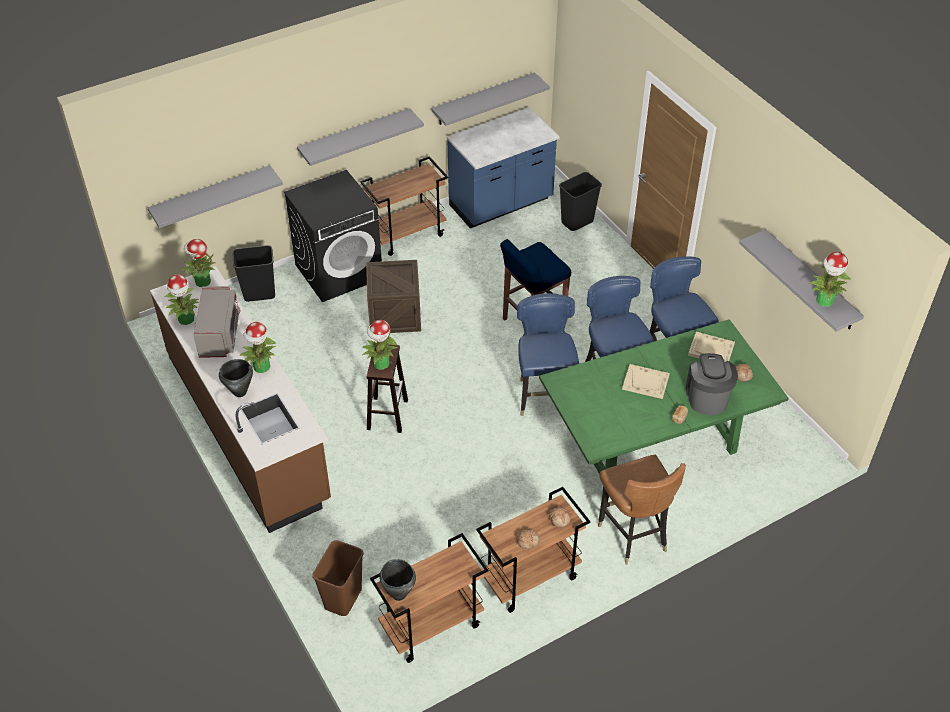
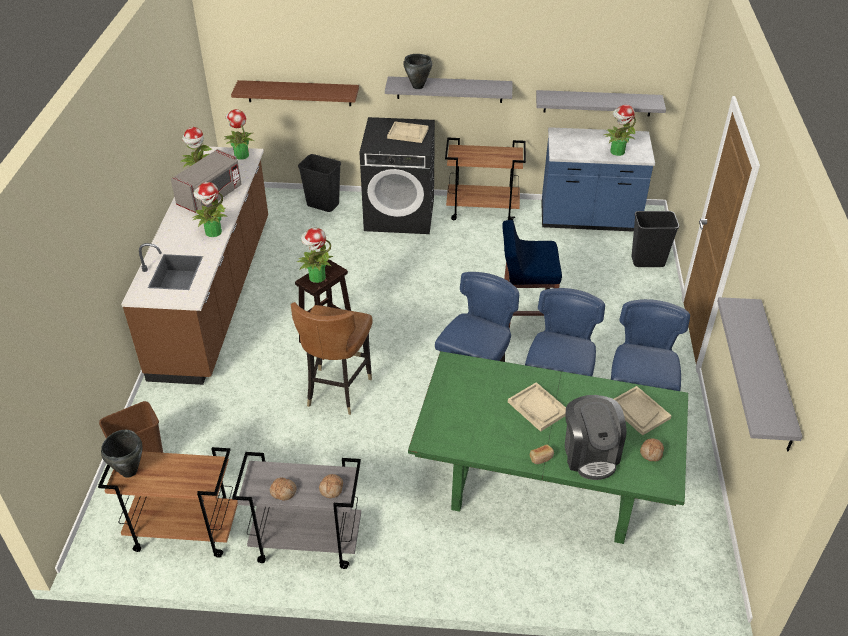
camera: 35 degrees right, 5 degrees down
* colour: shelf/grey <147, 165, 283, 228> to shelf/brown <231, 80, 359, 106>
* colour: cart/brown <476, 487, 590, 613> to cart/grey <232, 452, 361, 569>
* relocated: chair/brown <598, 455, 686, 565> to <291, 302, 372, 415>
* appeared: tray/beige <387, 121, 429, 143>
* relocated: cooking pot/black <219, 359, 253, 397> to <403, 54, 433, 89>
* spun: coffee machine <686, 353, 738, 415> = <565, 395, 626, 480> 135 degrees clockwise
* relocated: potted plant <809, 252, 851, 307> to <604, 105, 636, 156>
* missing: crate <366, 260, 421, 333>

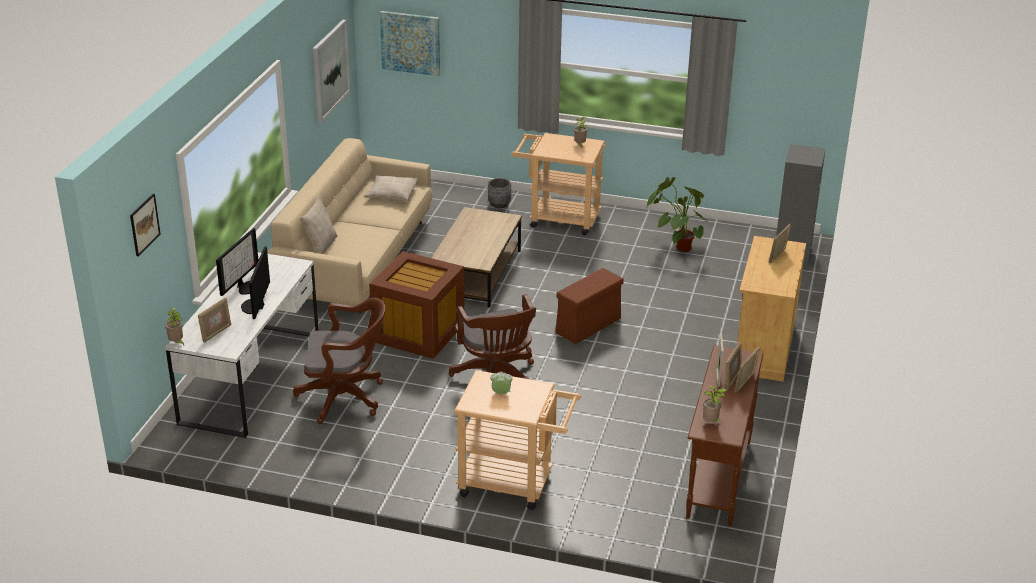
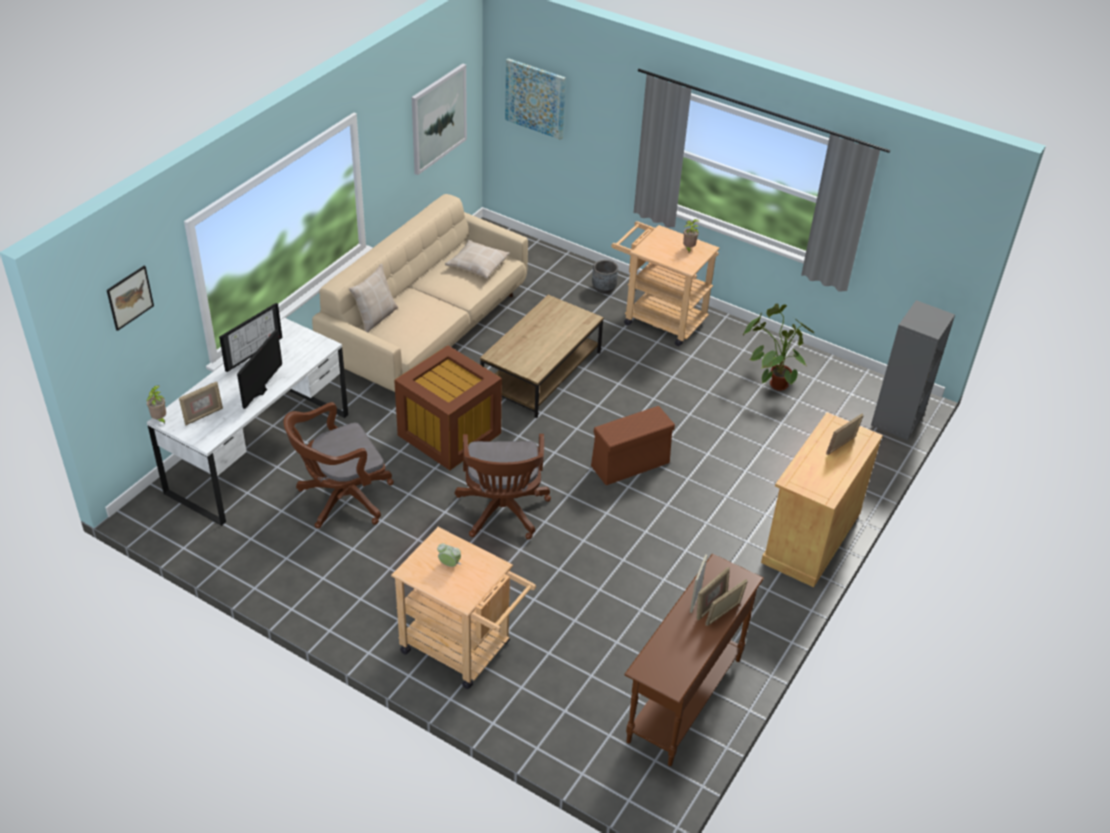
camera: 15 degrees right, 10 degrees up
* spun: office chair/brown <293, 298, 385, 424> = <283, 402, 394, 529> 135 degrees clockwise
* missing: potted plant <703, 386, 727, 422>

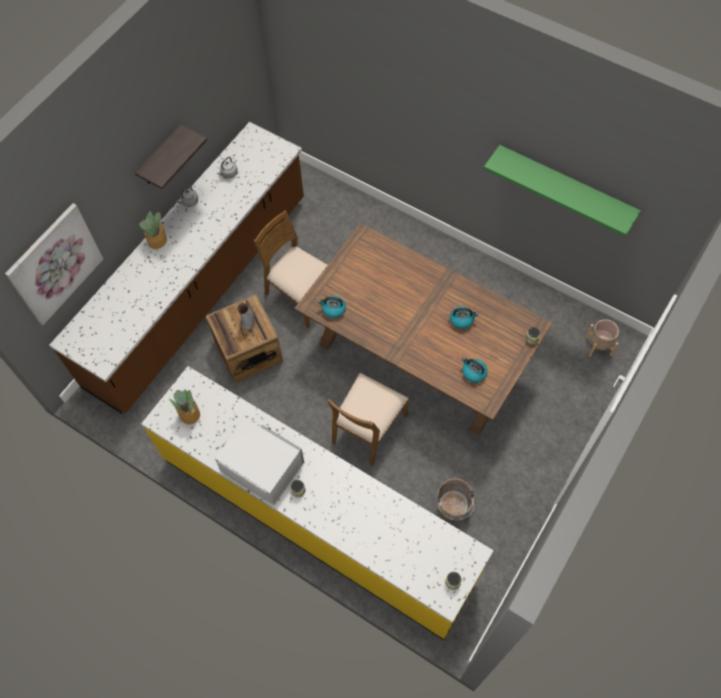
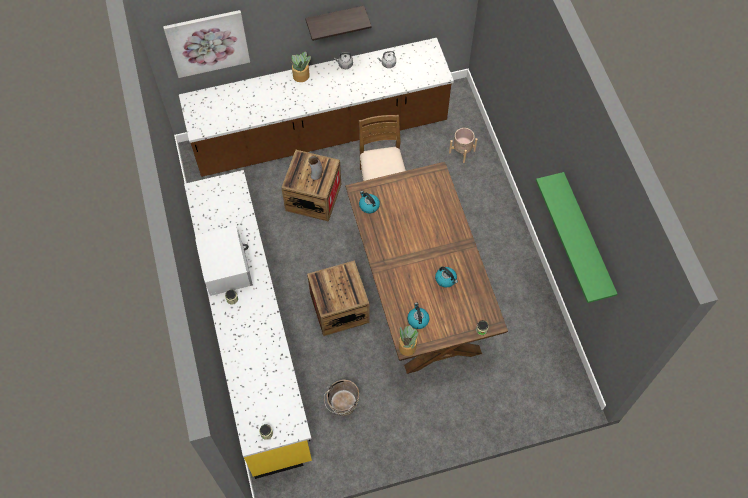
camera: 40 degrees right, 0 degrees up
* exchanged: chair/brown <327, 373, 409, 466> to crate <307, 260, 370, 336>
* relocated: potted plant <169, 390, 200, 424> to <399, 325, 419, 356>
* relocated: planter/beige <586, 319, 619, 357> to <449, 128, 477, 163>

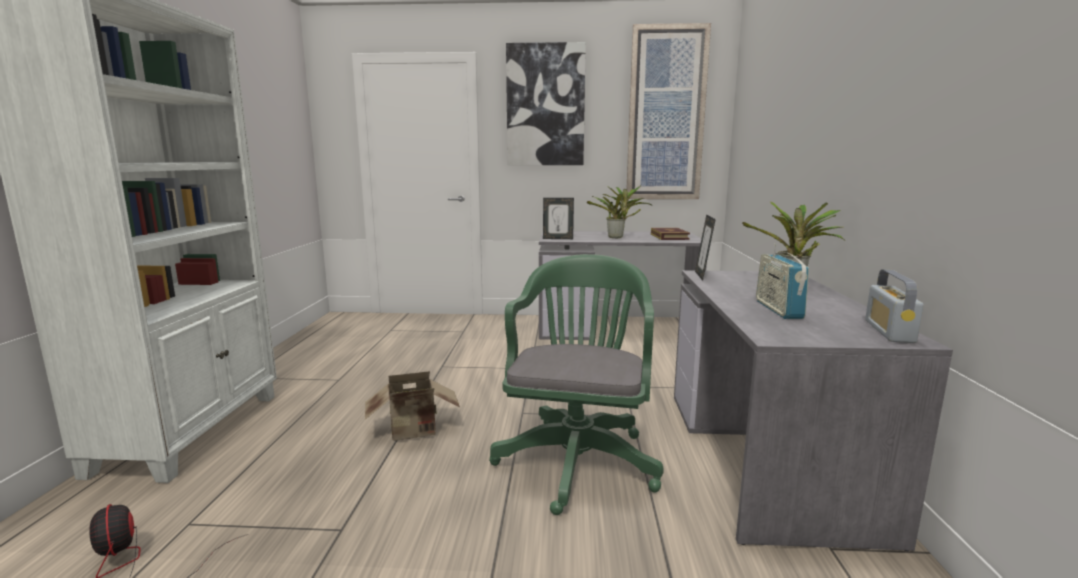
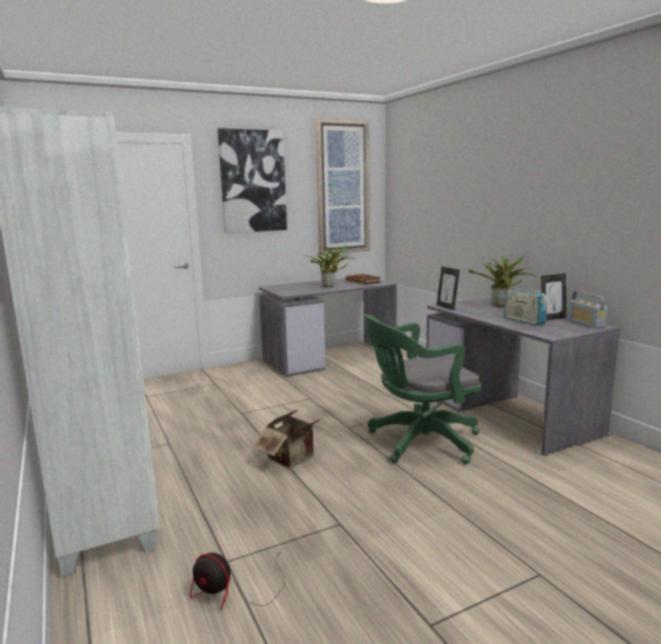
camera: 30 degrees left, 0 degrees up
* spun: office chair/green <489, 254, 664, 515> = <365, 314, 481, 464> 90 degrees counterclockwise
* relocated: picture frame <543, 198, 574, 239> to <541, 273, 567, 321>

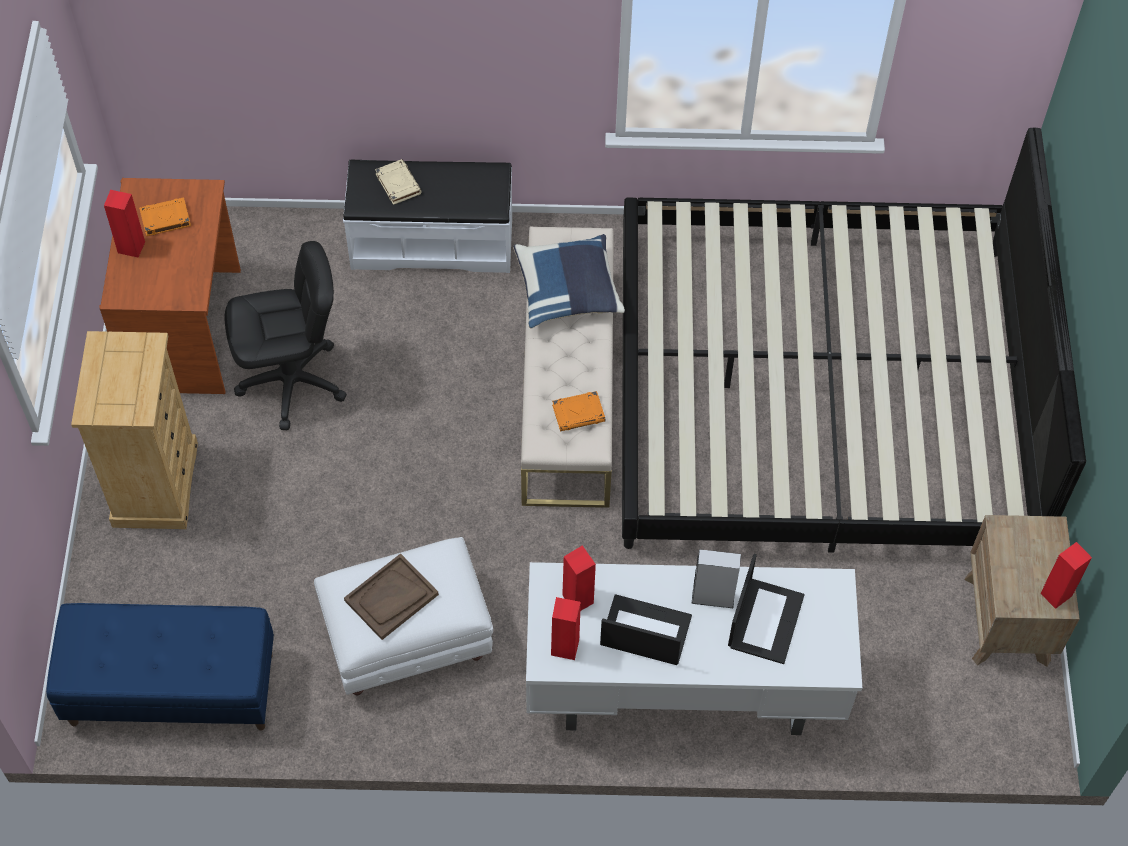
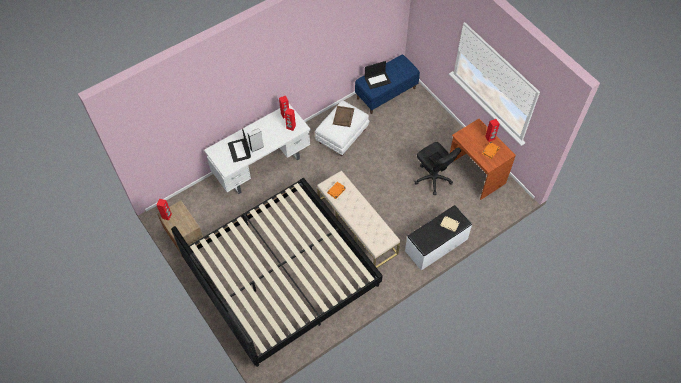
camera: 145 degrees right, 0 degrees up
* relocated: laptop <600, 594, 692, 665> to <365, 61, 391, 89>
* spun: office chair/black <224, 241, 347, 430> = <414, 142, 461, 195> 75 degrees counterclockwise
* missing: dresser/beige <71, 331, 198, 529>
* missing: pillow/blue <513, 234, 625, 329>

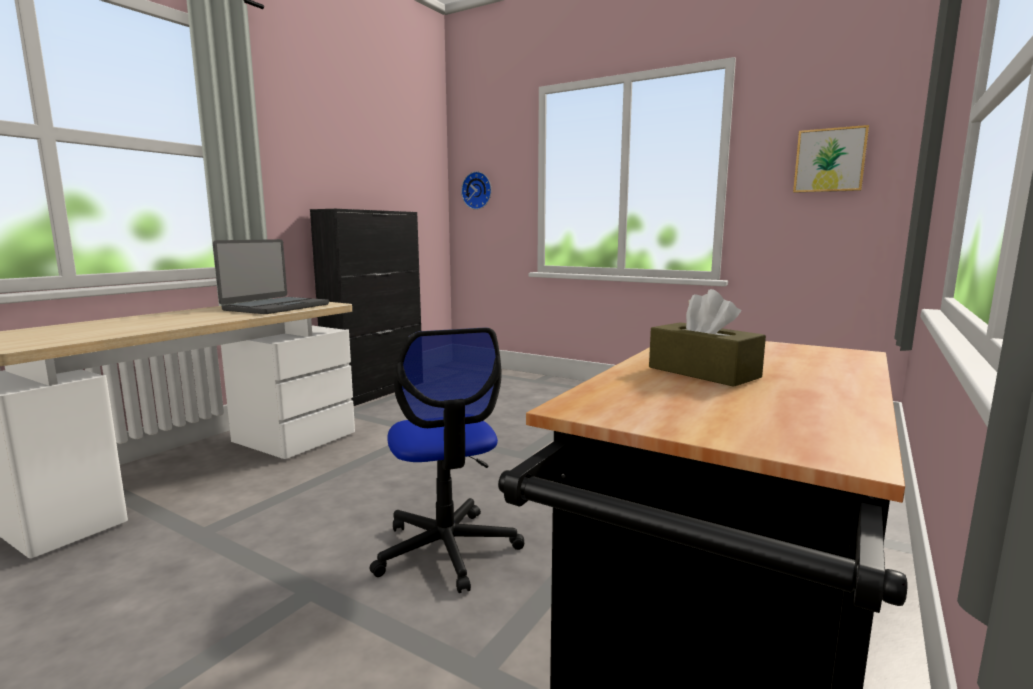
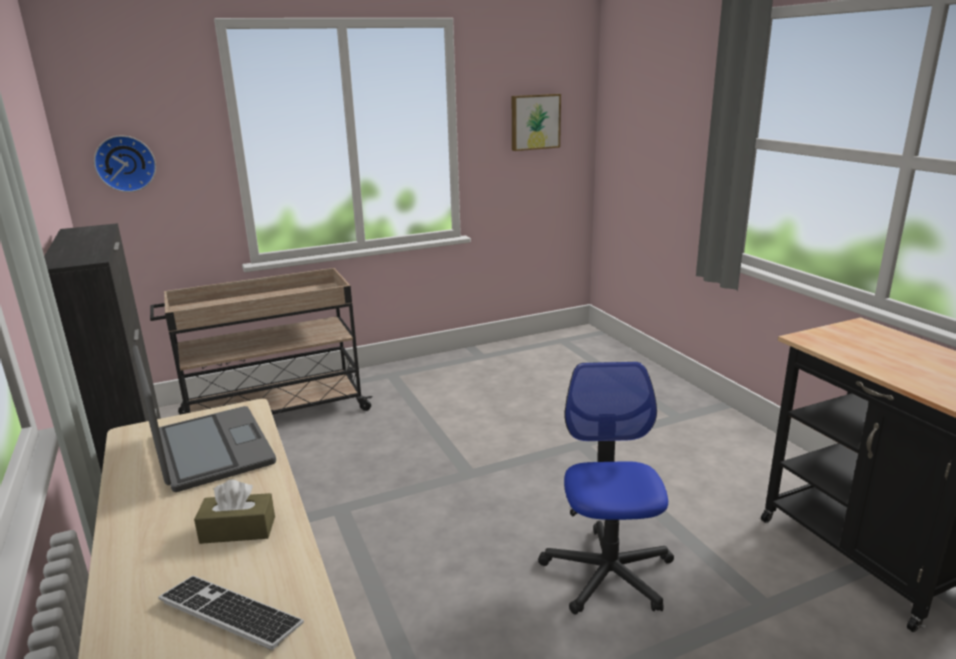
camera: 55 degrees left, 10 degrees up
* appeared: cart/beige <150, 268, 373, 415>
* appeared: keyboard <158, 576, 304, 650>
* relocated: tissue box/brown <649, 289, 766, 387> to <194, 480, 275, 544>
* spun: office chair <369, 328, 524, 593> = <538, 362, 674, 615> 105 degrees counterclockwise

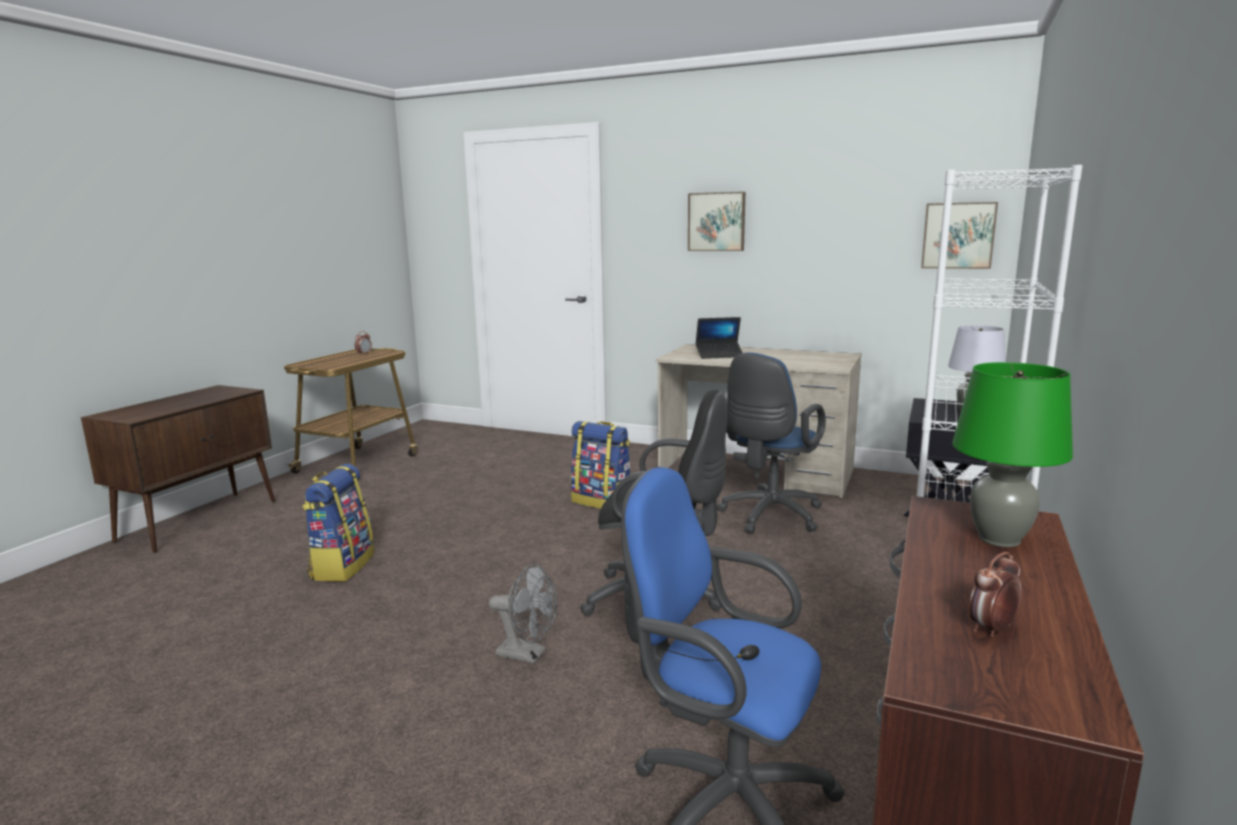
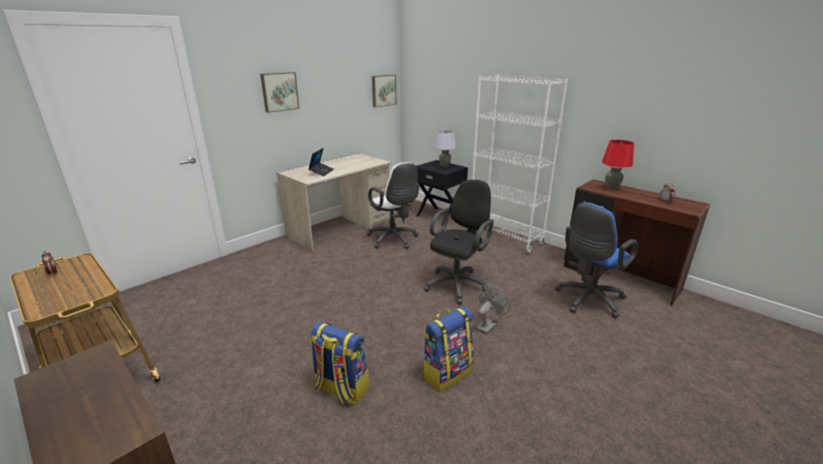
camera: 70 degrees left, 10 degrees up
* colour: office chair/blue <717, 352, 826, 534> to office chair/white <367, 162, 419, 249>
* relocated: backpack <571, 421, 630, 509> to <422, 306, 474, 391>
* colour: table lamp/green <952, 362, 1073, 547> to table lamp/red <602, 140, 634, 190>

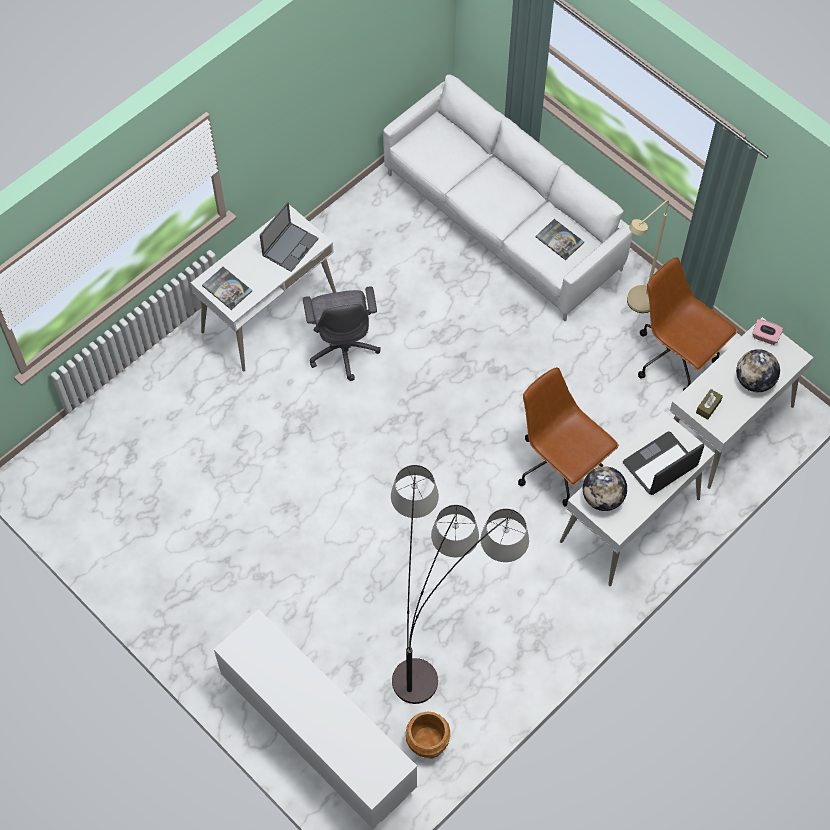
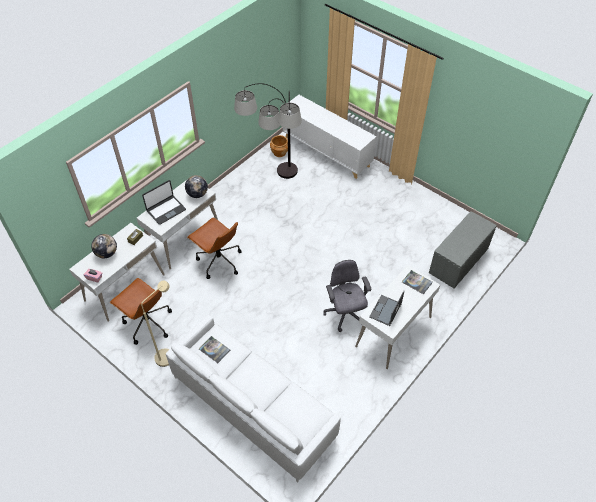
camera: 175 degrees right, 10 degrees down
* appeared: bench/grey <429, 211, 497, 288>

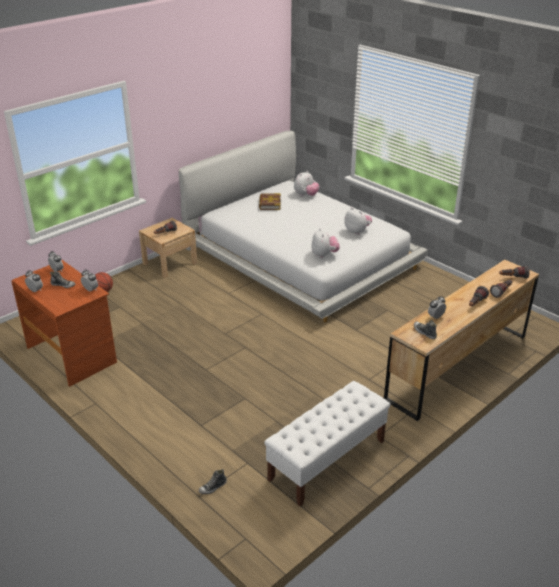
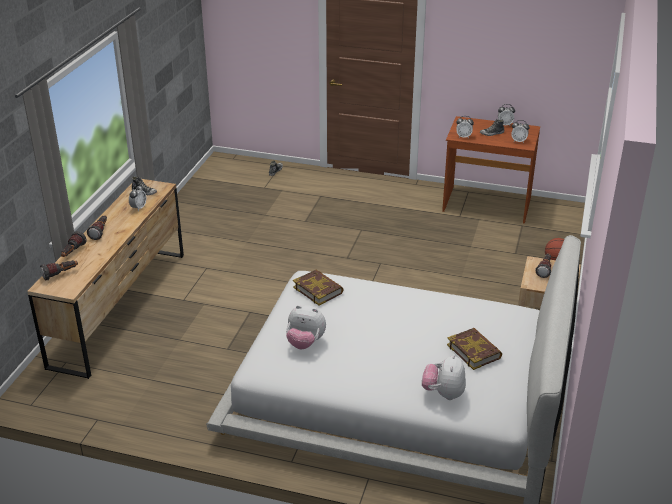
camera: 150 degrees right, 0 degrees up
* exchanged: plush toy <312, 228, 340, 258> to book <293, 270, 344, 306>
* missing: bench/white <264, 381, 390, 507>

